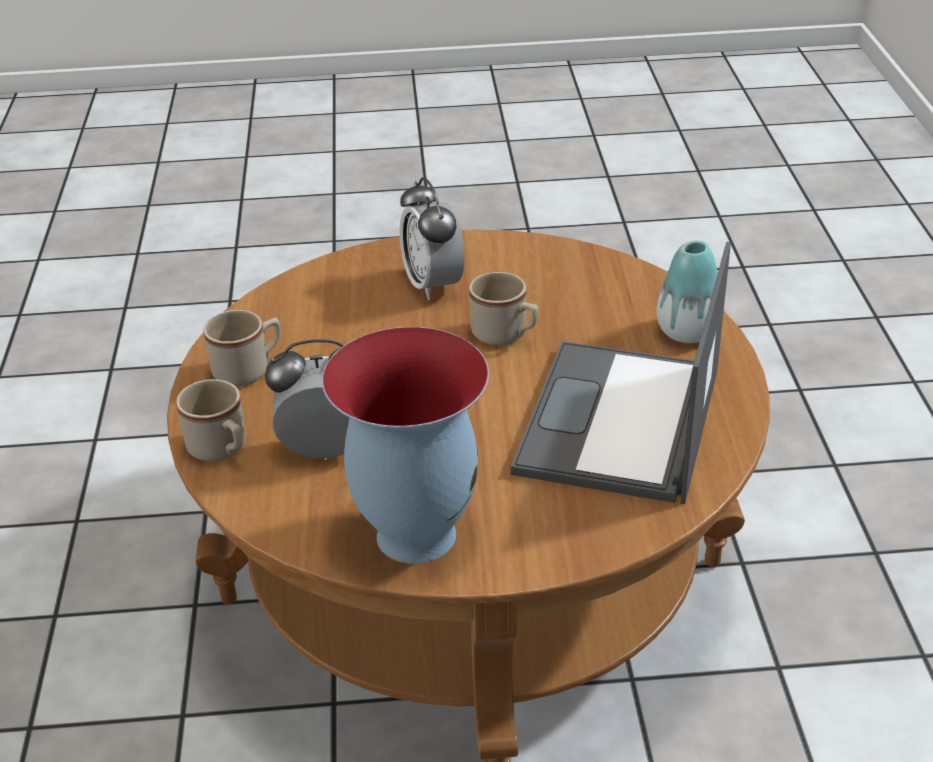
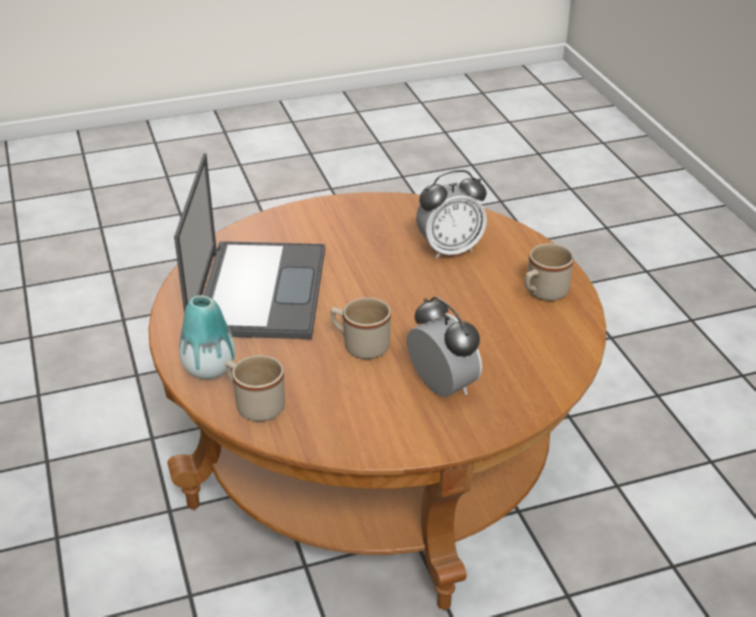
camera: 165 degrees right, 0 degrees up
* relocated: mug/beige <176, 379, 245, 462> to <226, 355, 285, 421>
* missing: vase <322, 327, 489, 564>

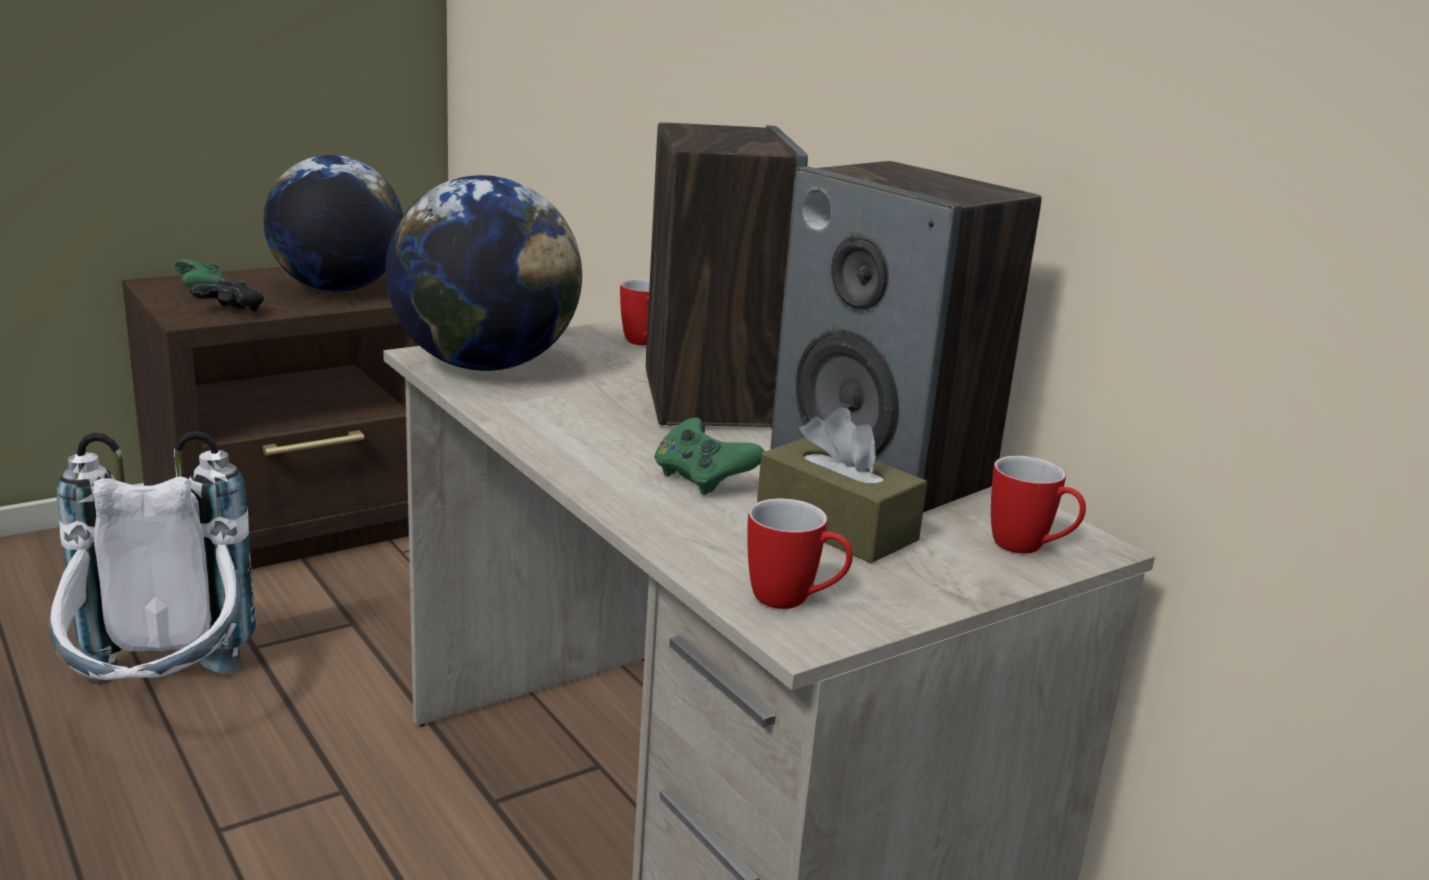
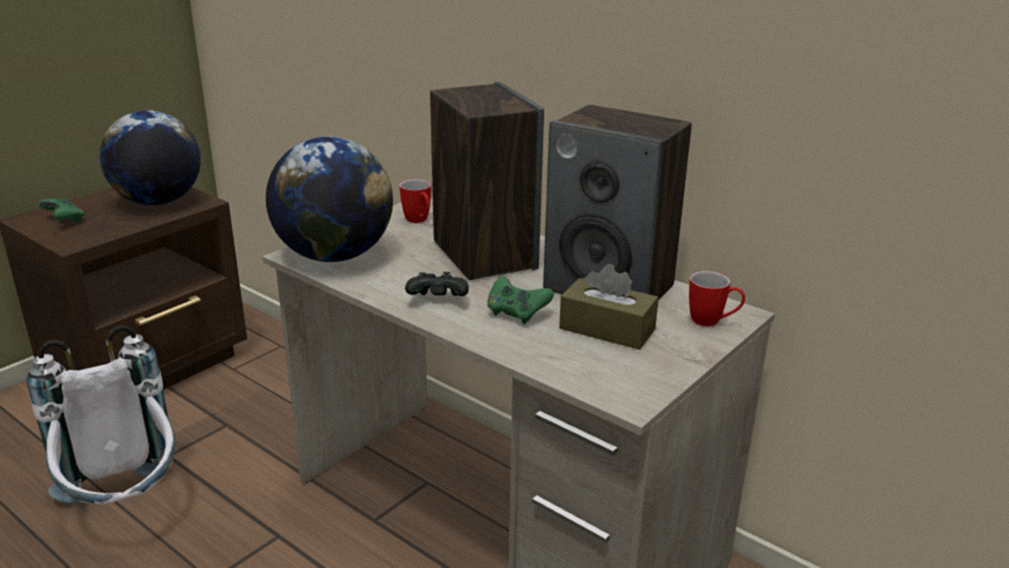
camera: 15 degrees left, 5 degrees up
* relocated: game controller/black <190, 280, 264, 311> to <405, 272, 469, 296>
* missing: mug <747, 498, 853, 609>

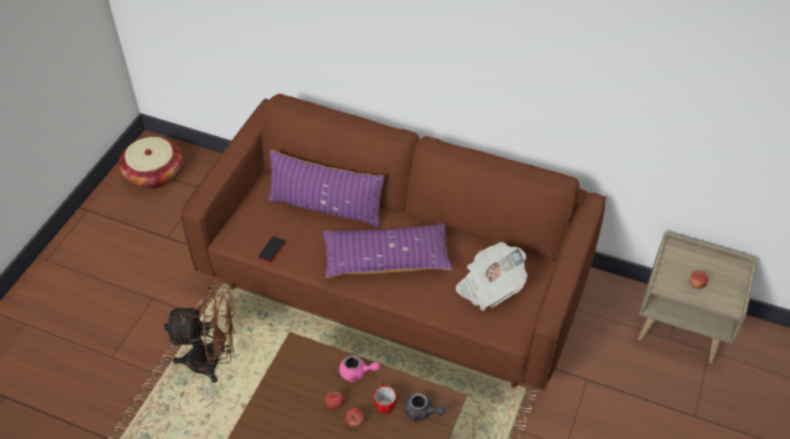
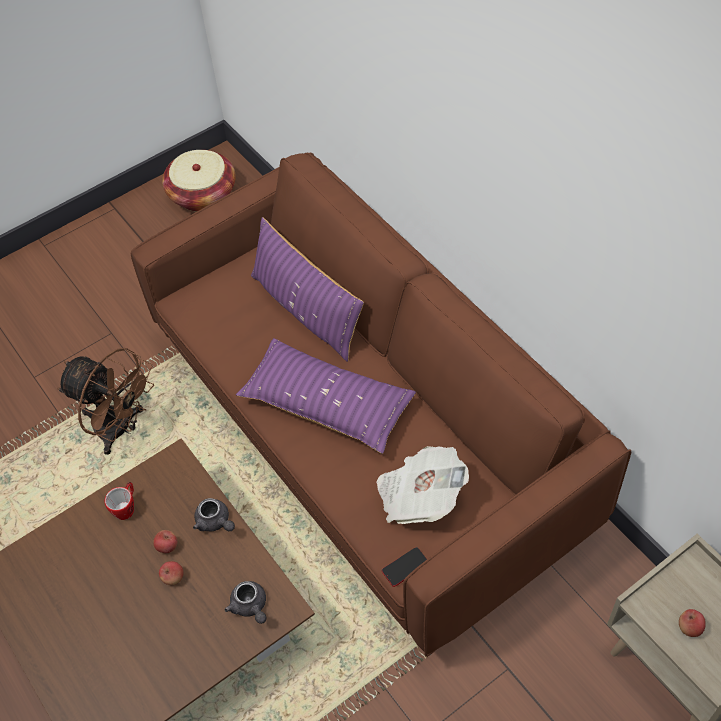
camera: 35 degrees right, 5 degrees up
* relocated: mug <374, 382, 397, 414> to <104, 482, 134, 520>
* colour: teapot/pink <339, 355, 380, 382> to teapot/grey <193, 498, 235, 531>
* relocated: phone <258, 236, 285, 263> to <382, 547, 427, 587>

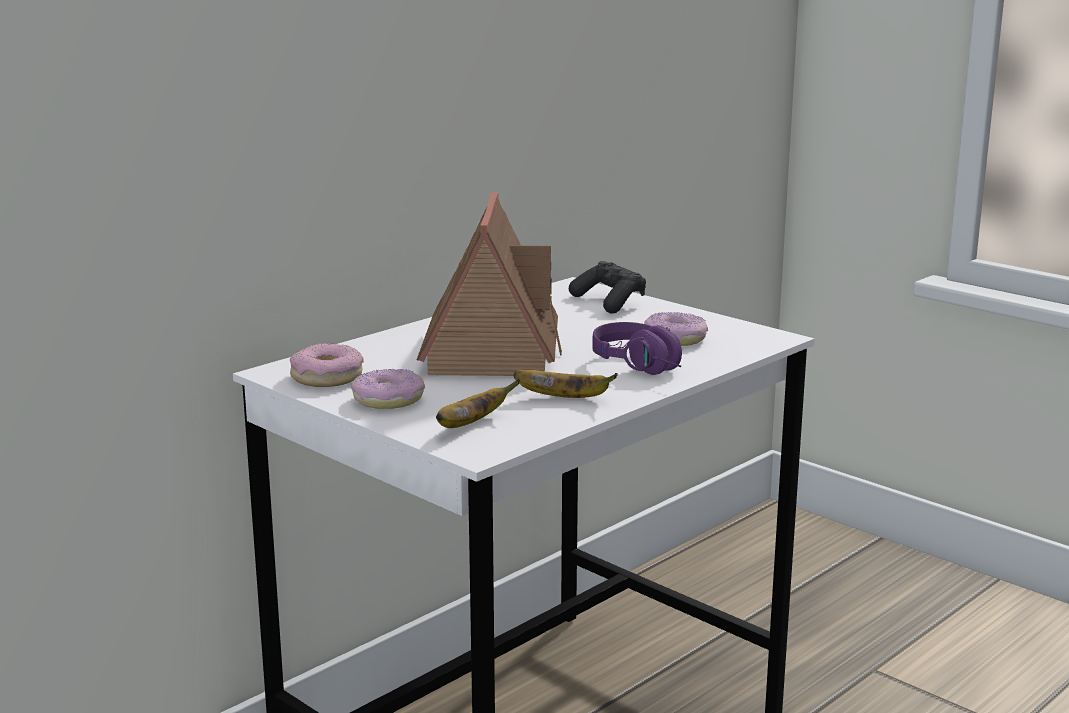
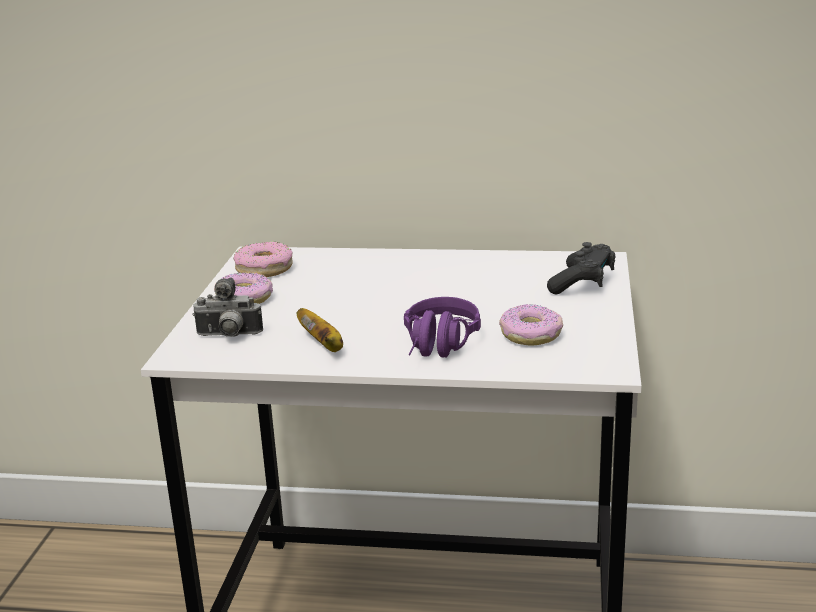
camera: 55 degrees right, 5 degrees up
* exchanged: banana <436, 379, 520, 428> to photo camera <193, 278, 263, 337>
* missing: toy house <417, 192, 562, 376>

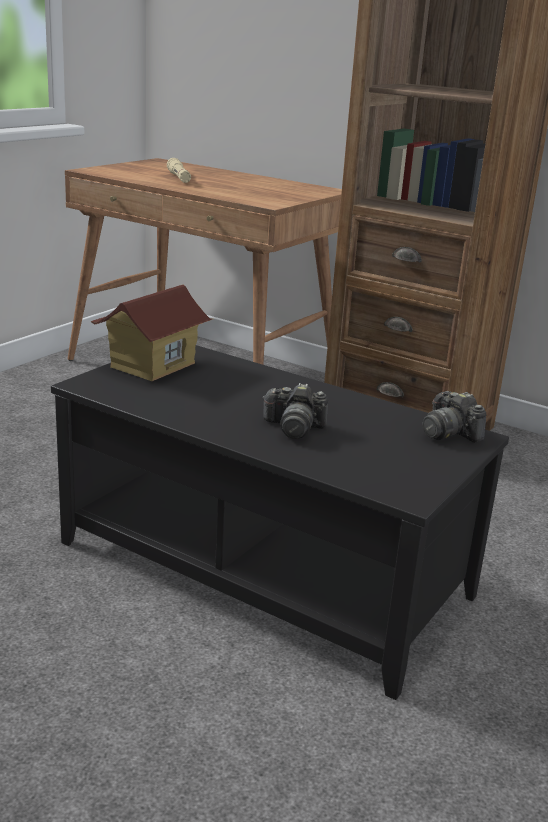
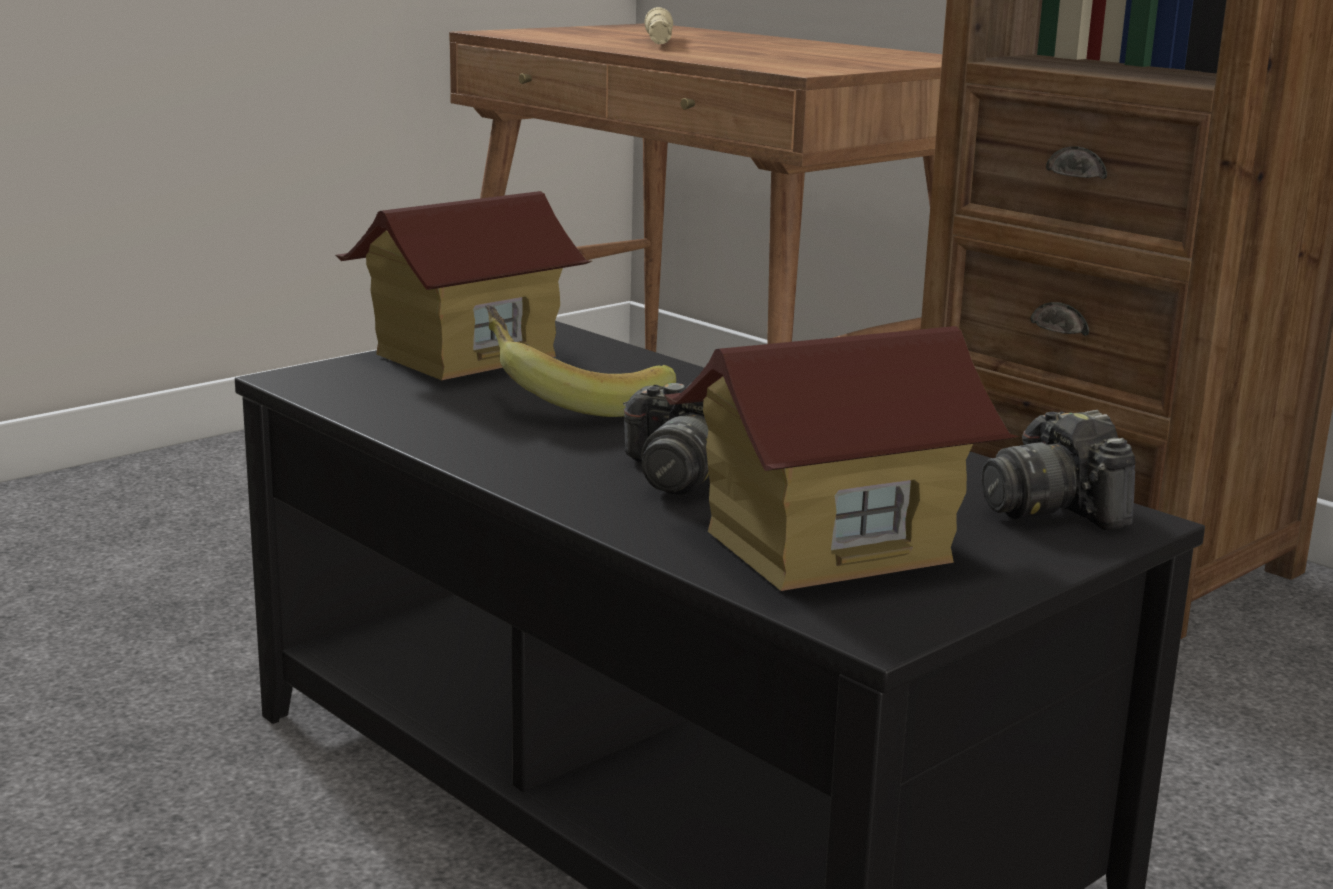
camera: 15 degrees right, 5 degrees down
* appeared: banana <485, 305, 676, 417>
* appeared: toy house <664, 326, 1019, 591>

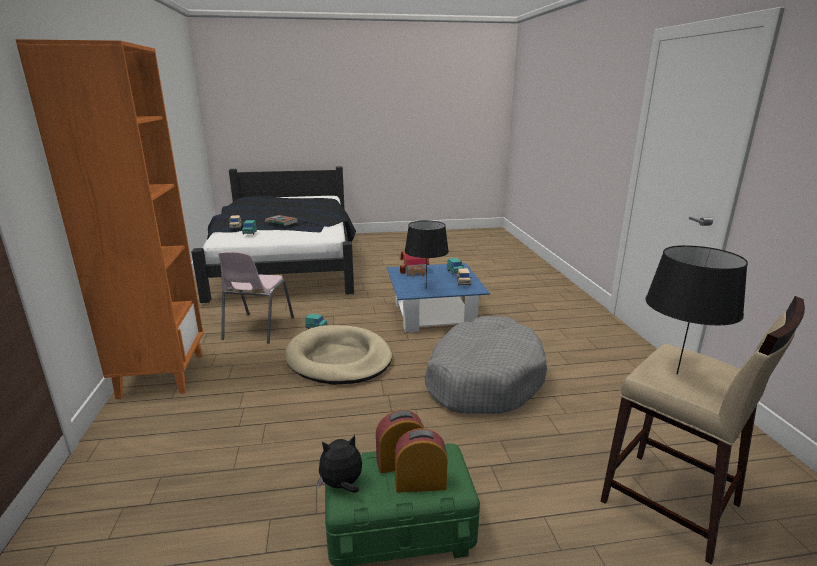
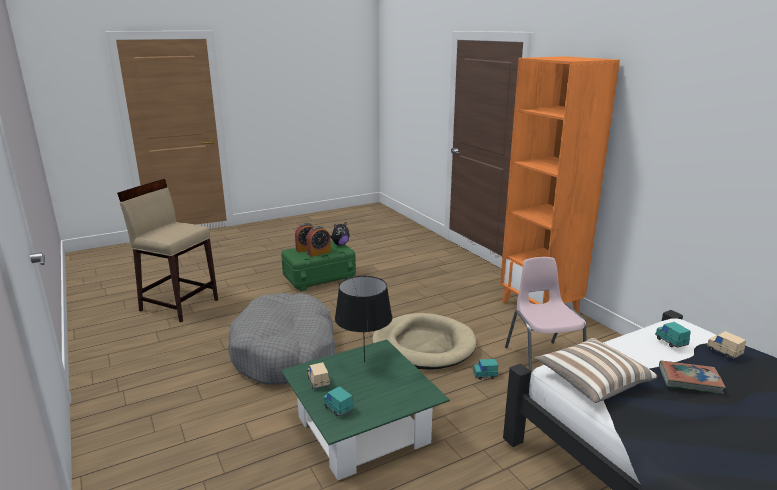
camera: 160 degrees right, 0 degrees up
* colour: coffee table/blue <387, 263, 490, 333> to coffee table/green <281, 339, 450, 480>
* appeared: pillow <535, 338, 657, 403>
* missing: toy house <400, 251, 429, 278>
* missing: table lamp/black <645, 245, 748, 374>

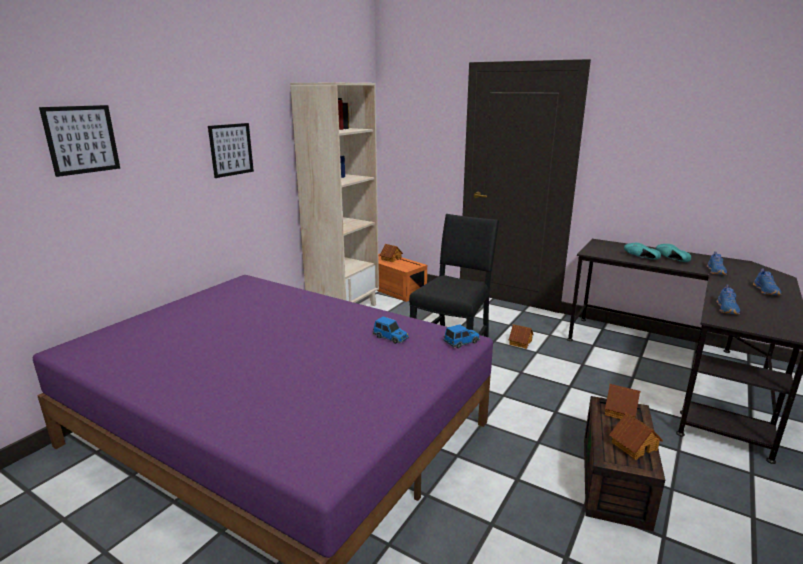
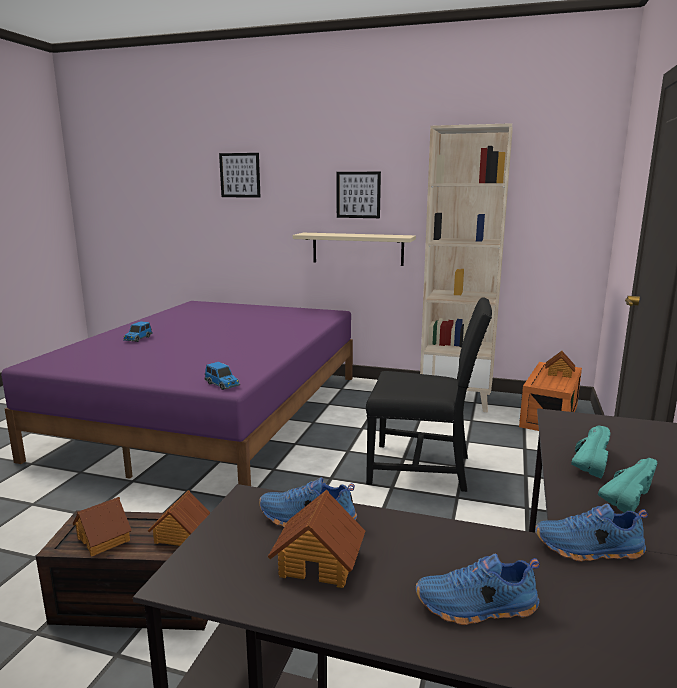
camera: 75 degrees right, 5 degrees down
* relocated: toy car <373, 316, 409, 344> to <123, 321, 152, 342>
* relocated: toy house <509, 324, 534, 349> to <268, 490, 365, 588>
* appeared: shelf/beige <293, 233, 416, 266>

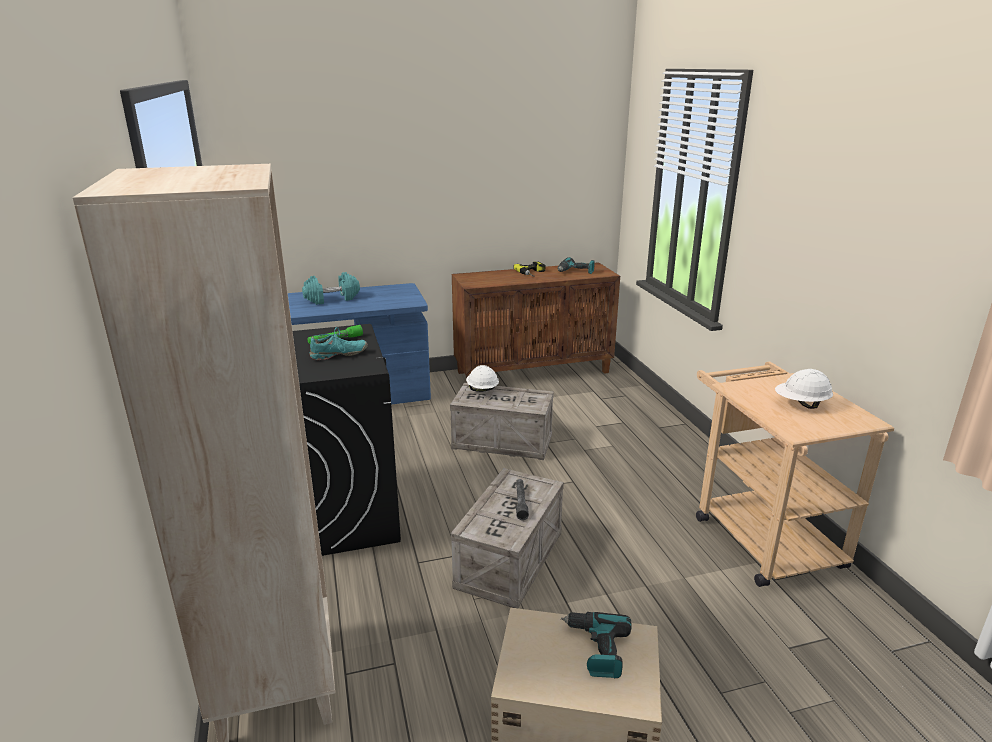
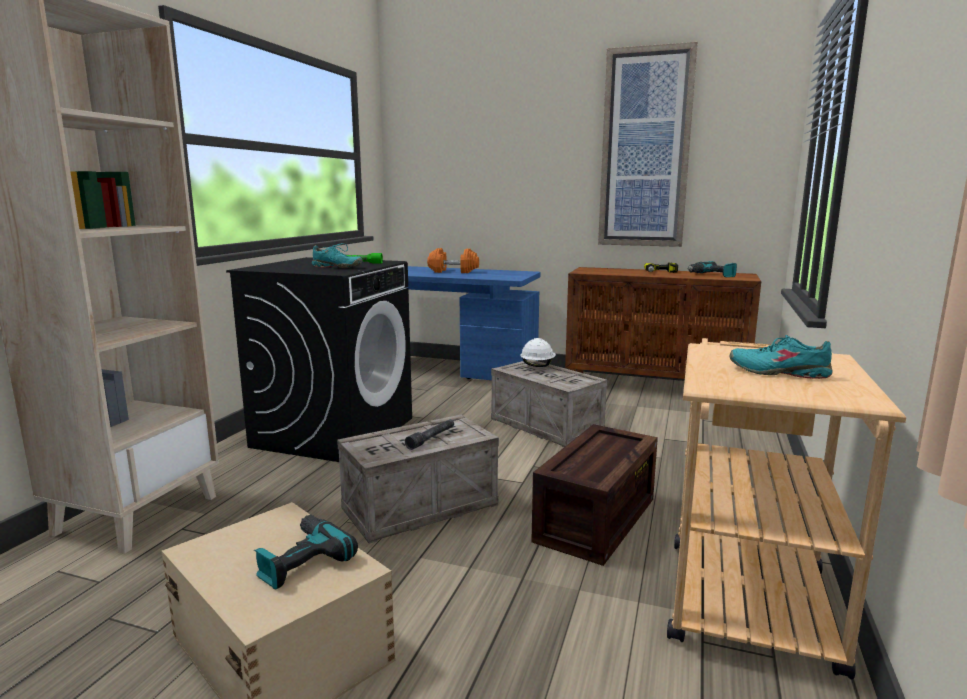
camera: 35 degrees right, 10 degrees down
* colour: dumbbell/turquoise <302, 272, 360, 305> to dumbbell/orange <427, 248, 479, 273>
* appeared: crate <531, 424, 658, 566>
* appeared: picture <598, 42, 698, 247>
* exchanged: hard hat/white <775, 369, 833, 409> to shoe/turquoise <730, 335, 833, 379>

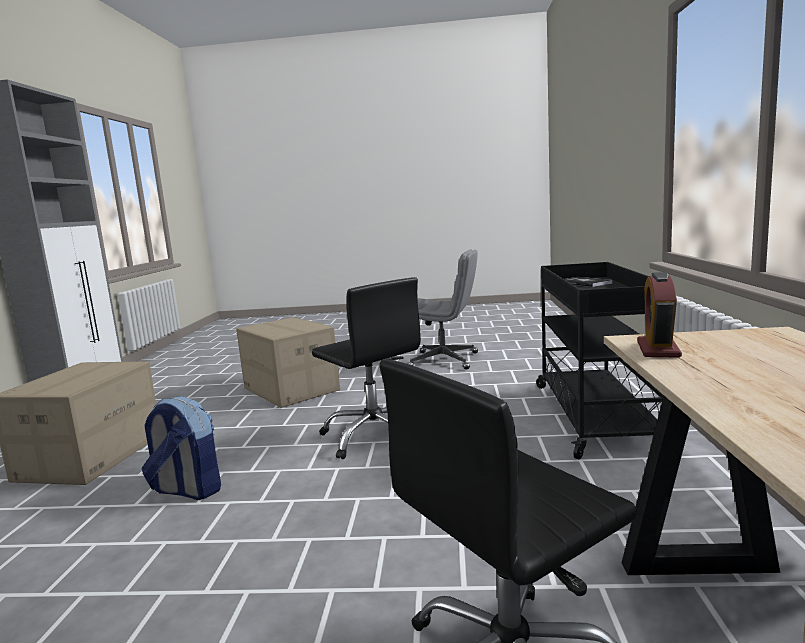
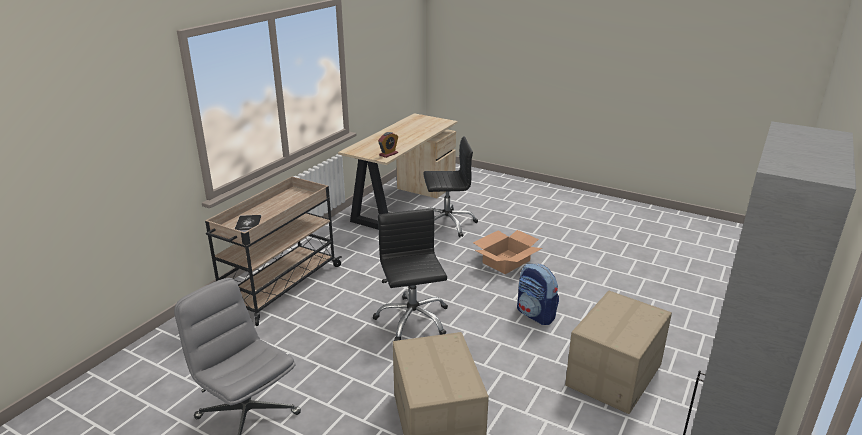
camera: 155 degrees left, 15 degrees up
* colour: cart/black <536, 262, 664, 459> to cart/beige <205, 177, 342, 326>
* appeared: cardboard box <473, 230, 542, 274>

